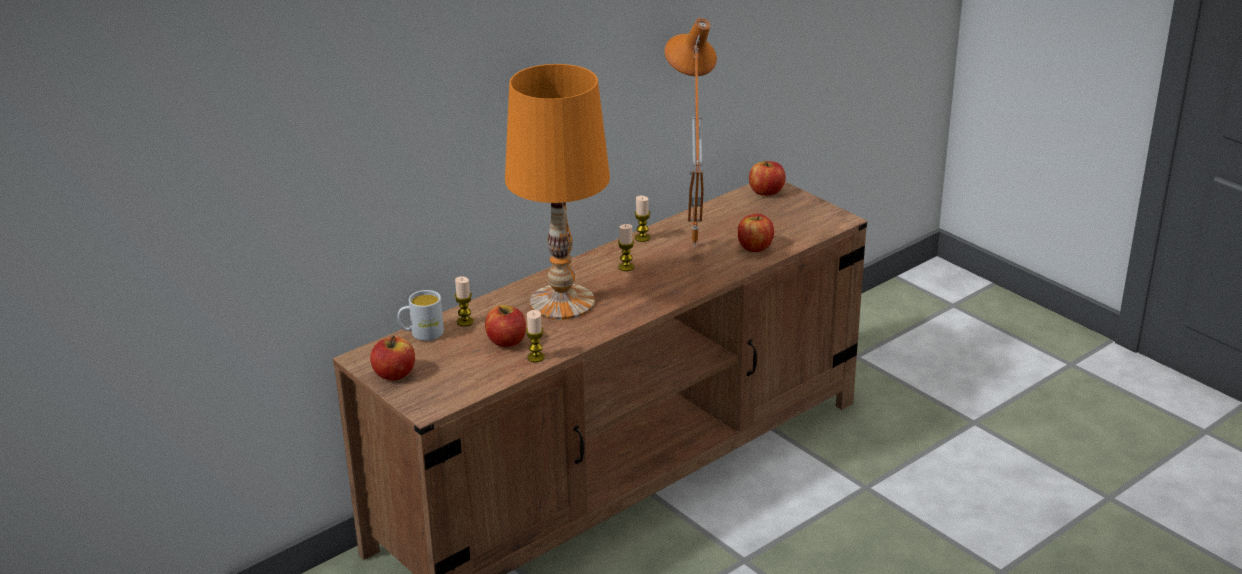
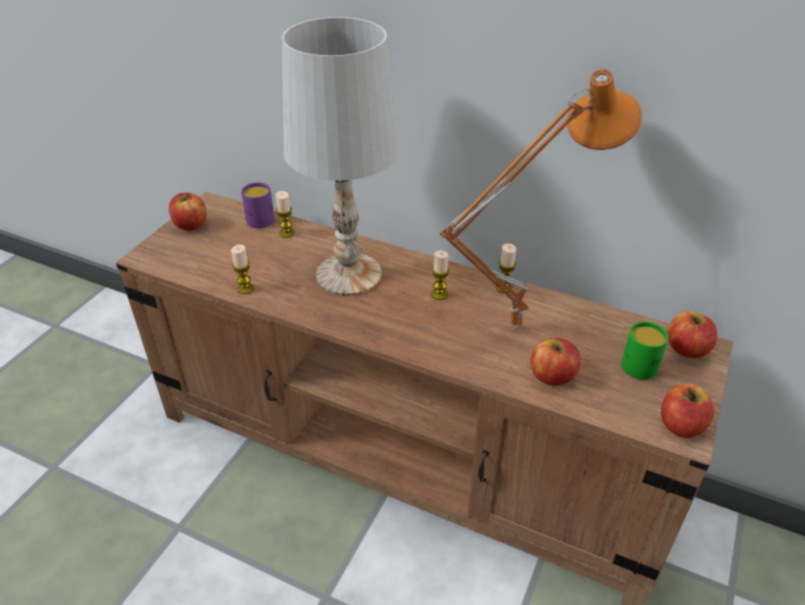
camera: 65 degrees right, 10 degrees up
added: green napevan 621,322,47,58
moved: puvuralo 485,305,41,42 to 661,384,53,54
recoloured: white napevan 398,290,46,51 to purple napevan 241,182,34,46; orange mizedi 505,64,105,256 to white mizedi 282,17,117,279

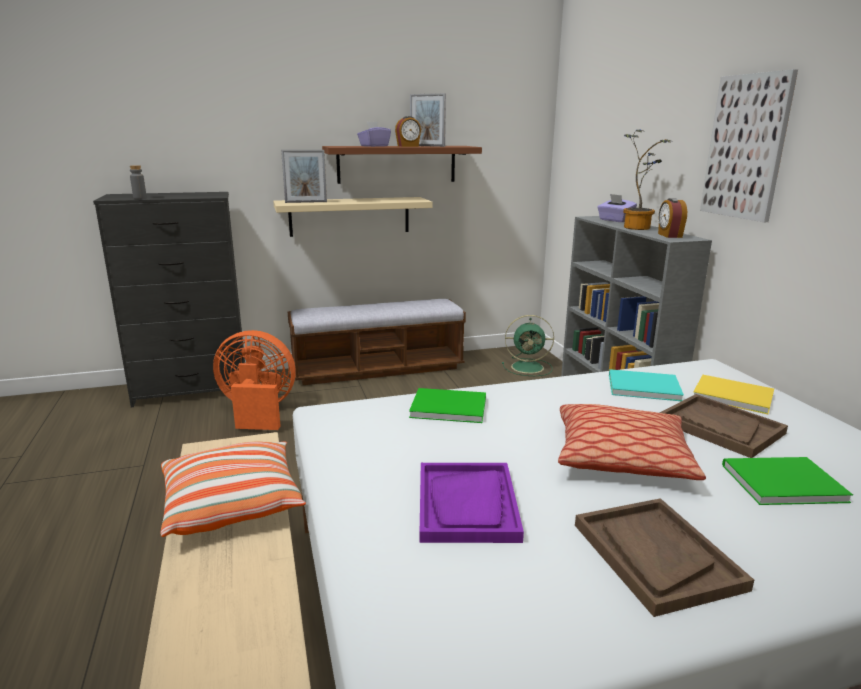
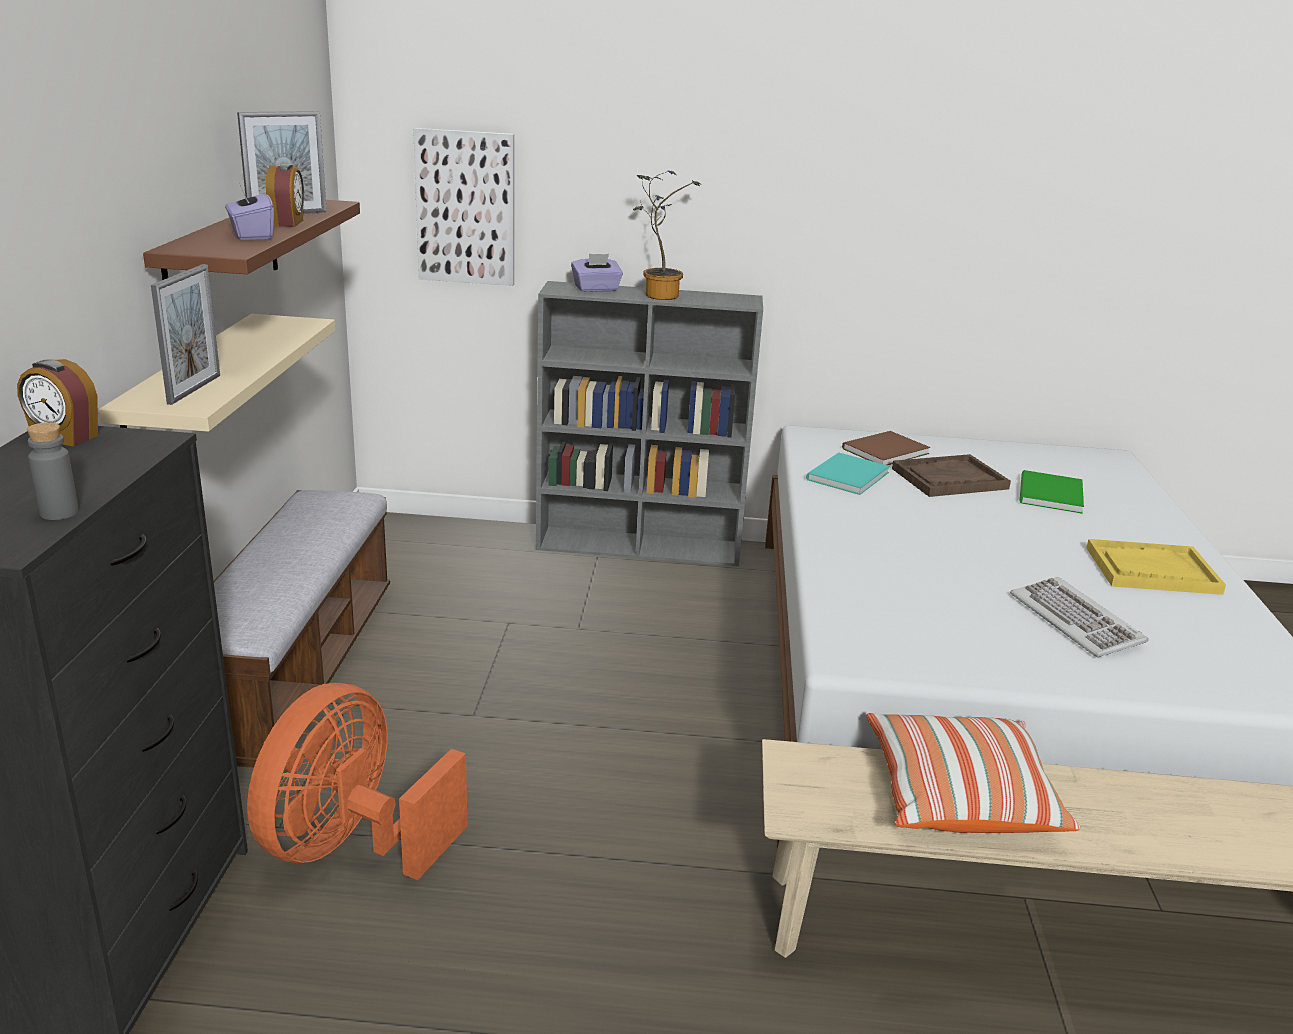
camera: 70 degrees left, 5 degrees up
removed: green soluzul 409,388,77,35; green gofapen 502,315,52,61; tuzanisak 558,404,148,76
moved: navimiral 658,198,29,40 to 17,359,81,87; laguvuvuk 700,69,98,153 to 413,128,101,158
replaced: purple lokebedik 420,463,104,80 to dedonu 1010,577,138,80
recoloured: brown lokebedik 575,498,179,119 to yellow lokebedik 1086,539,140,56; yellow soluzul 693,375,81,39 to brown soluzul 842,431,88,34

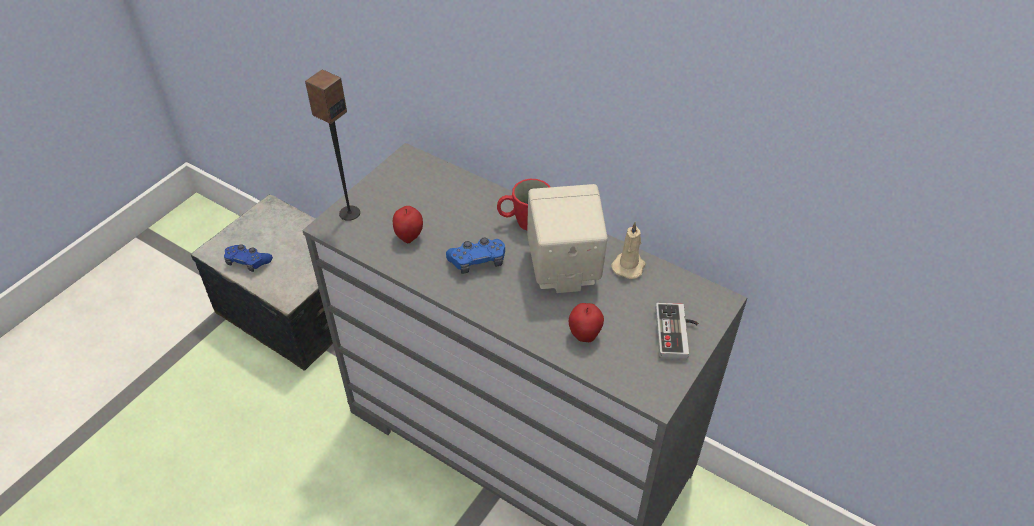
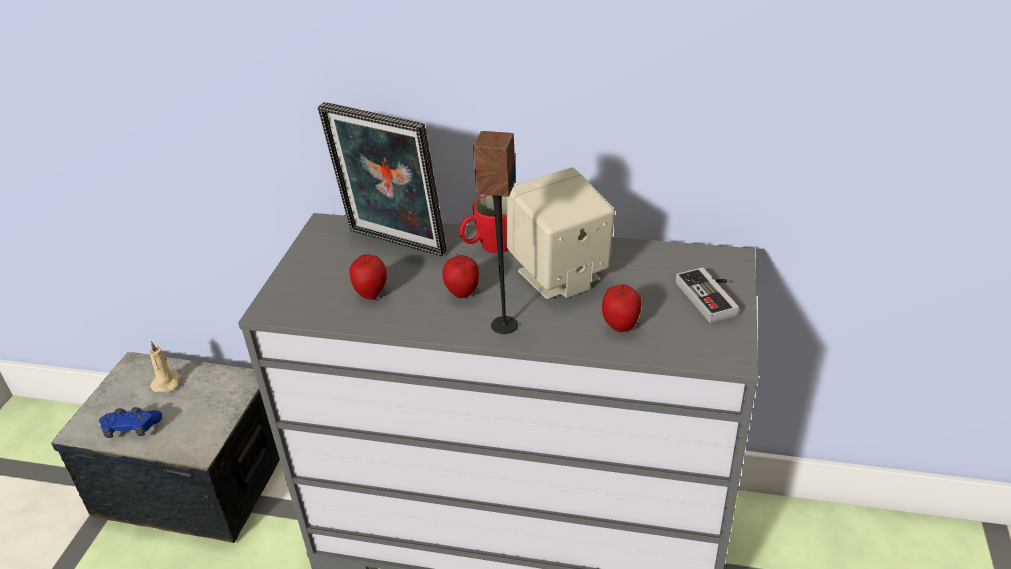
camera: 20 degrees left, 10 degrees down
added: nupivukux 318,102,129,155
moved: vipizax 305,69,55,152 to 473,131,45,203; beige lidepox 611,222,35,57 to 149,341,33,51
replaced: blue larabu 446,237,59,37 to puvuralo 442,253,37,45

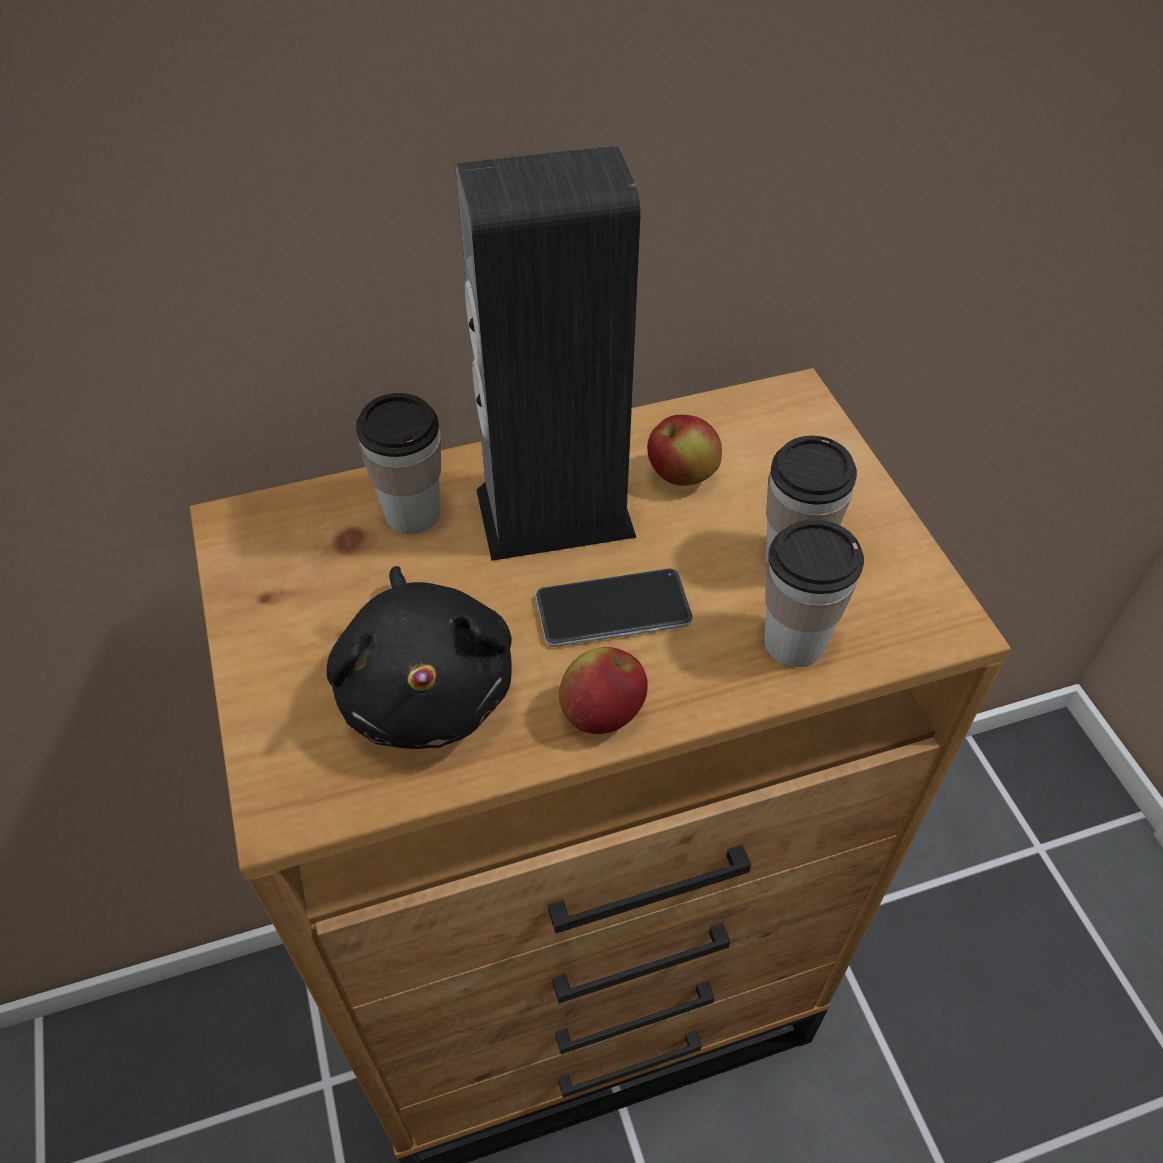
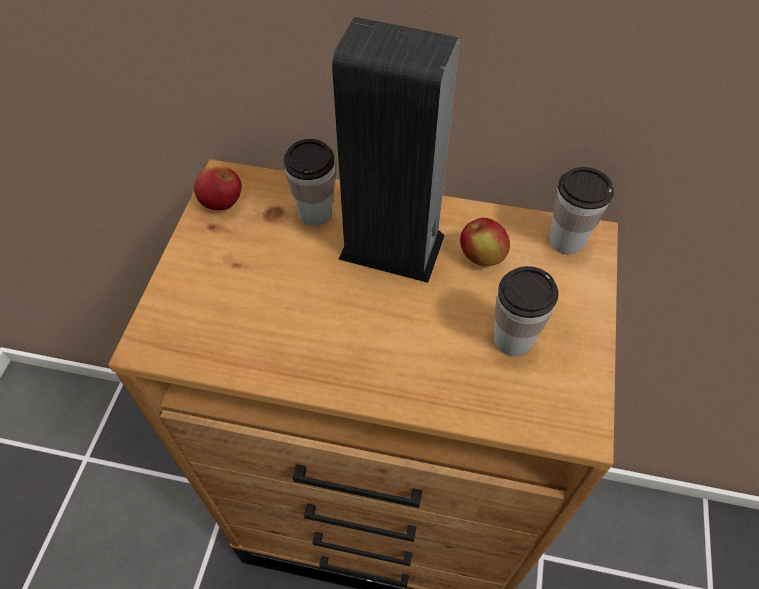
camera: 30 degrees right, 5 degrees up
removed: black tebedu 327,566,185,183; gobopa 536,568,156,79
moved: puvuralo 559,647,89,87 to 194,165,48,45; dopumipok 764,519,100,148 to 549,167,65,88

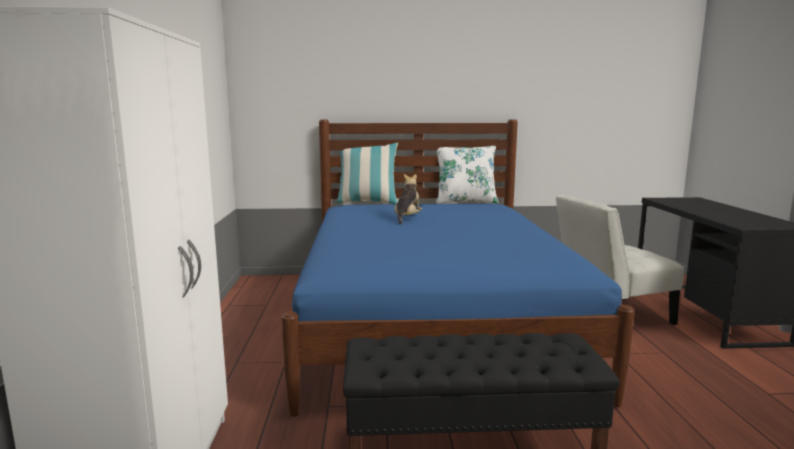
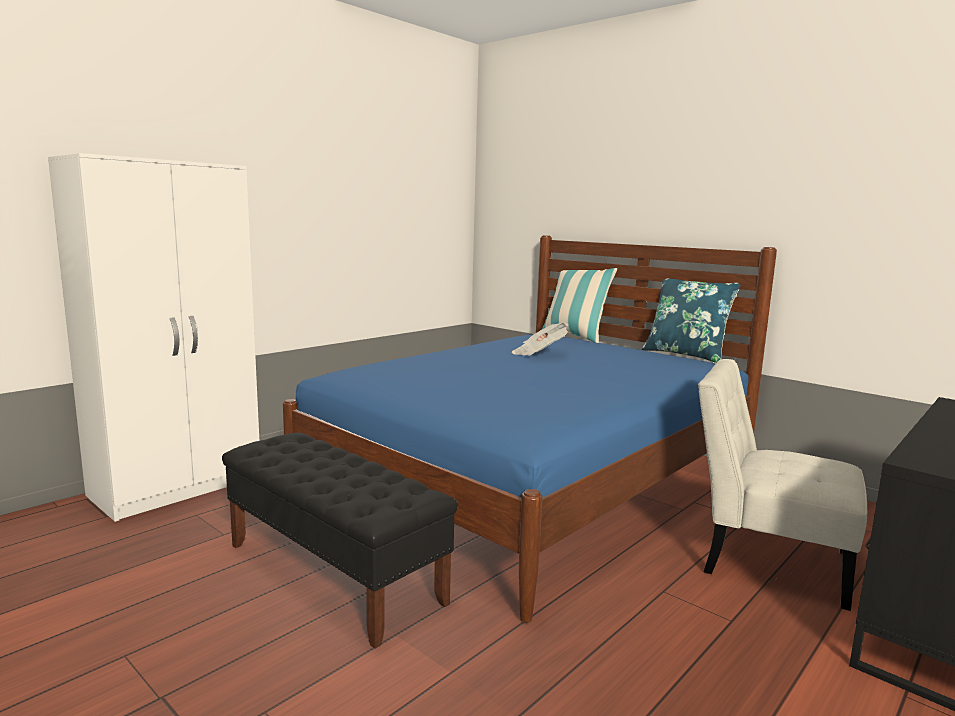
camera: 45 degrees right, 0 degrees up
replaced: tebedu 394,174,28,51 to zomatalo 512,323,56,33
recoloured: white tuzanisak 436,146,62,58 to blue tuzanisak 642,279,98,84

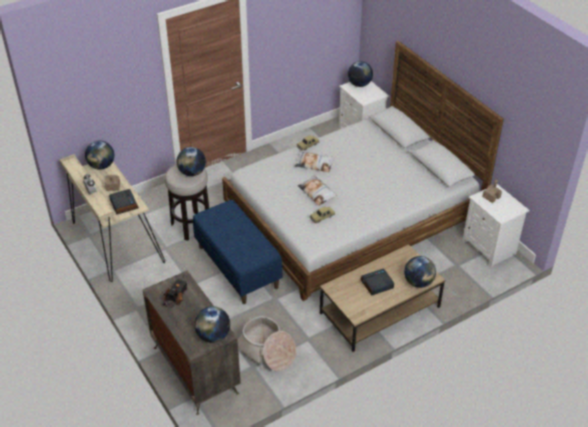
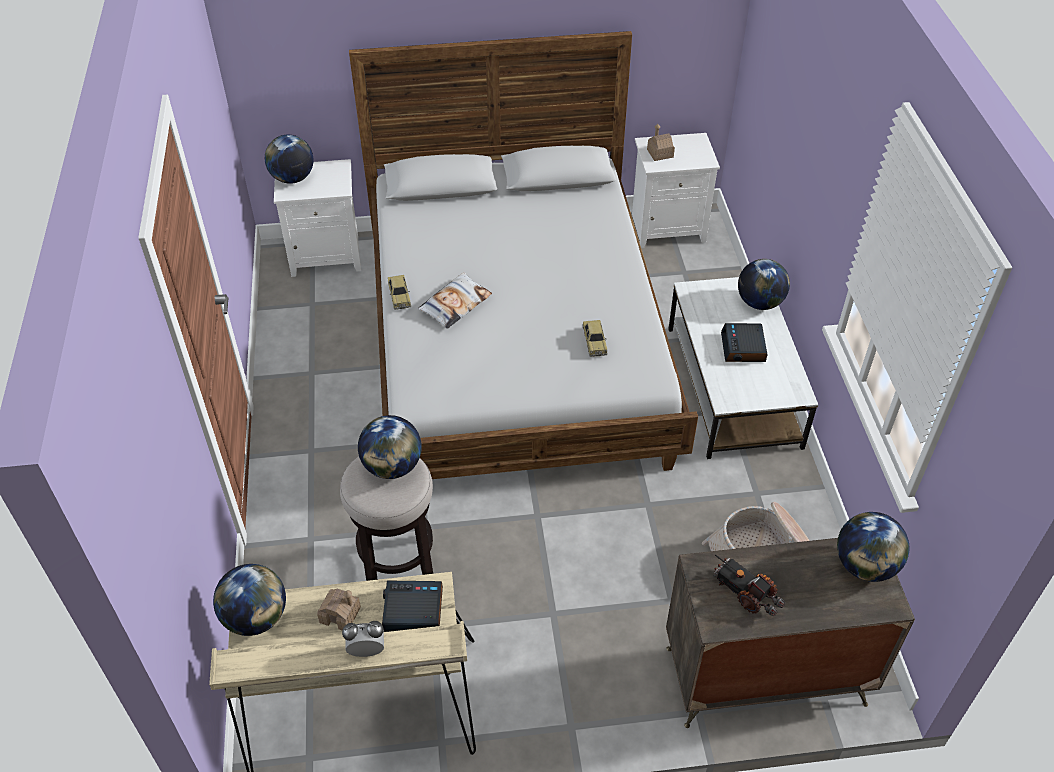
camera: 65 degrees left, 5 degrees up
removed: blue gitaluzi 193,200,89,104; tuzanisak 298,176,39,30
recoloured: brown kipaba 320,244,125,108 to white kipaba 668,277,150,182

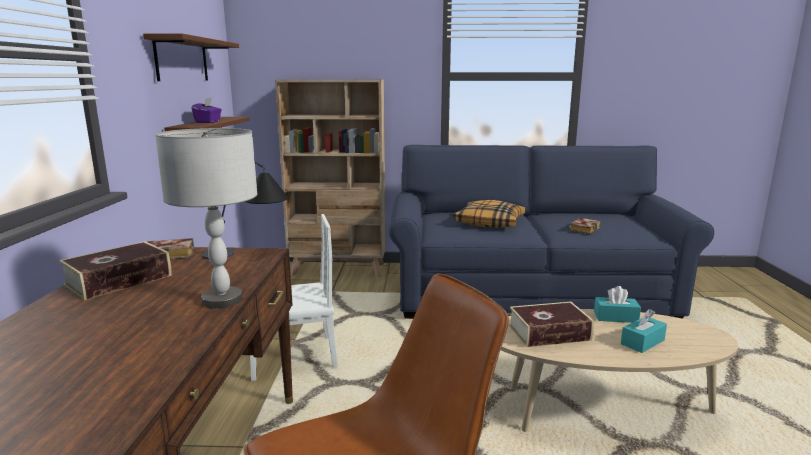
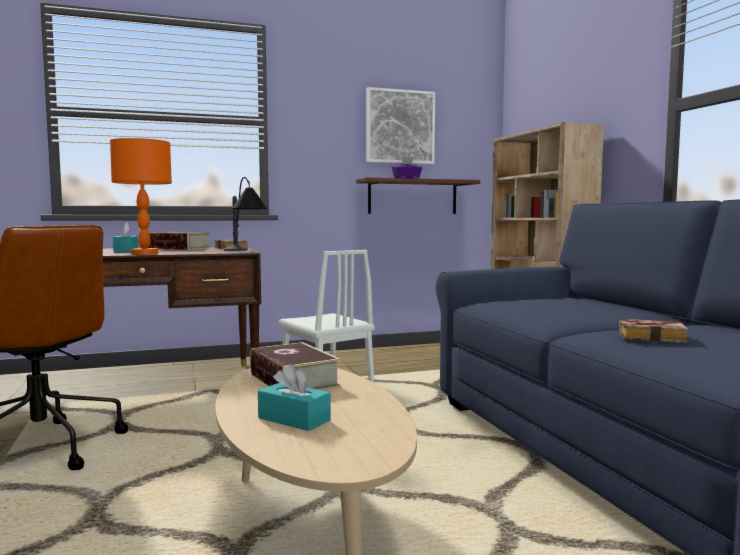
camera: 70 degrees right, 10 degrees down
removed: tuzanisak 453,200,73,28
moved: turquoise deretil 594,286,47,37 to 113,222,25,30
replaced: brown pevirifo 143,34,96,47 to laguvuvuk 366,87,69,77
recoloured: grey mizedi 155,128,102,181 to orange mizedi 110,138,62,117

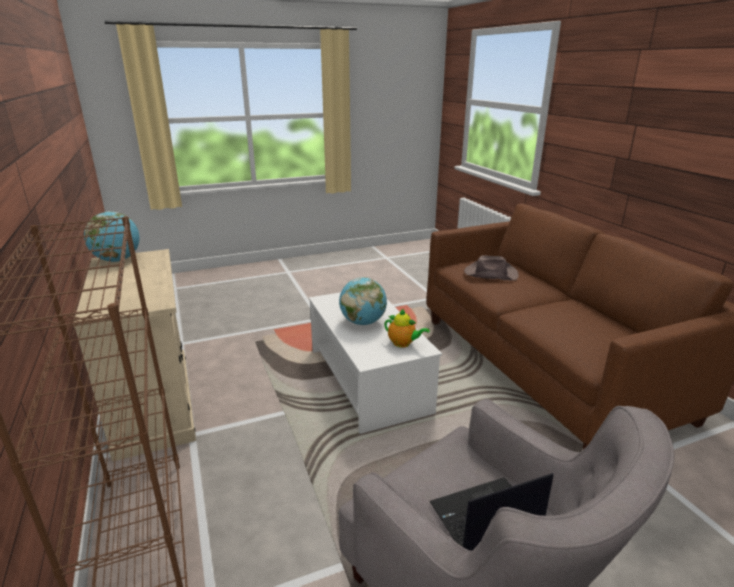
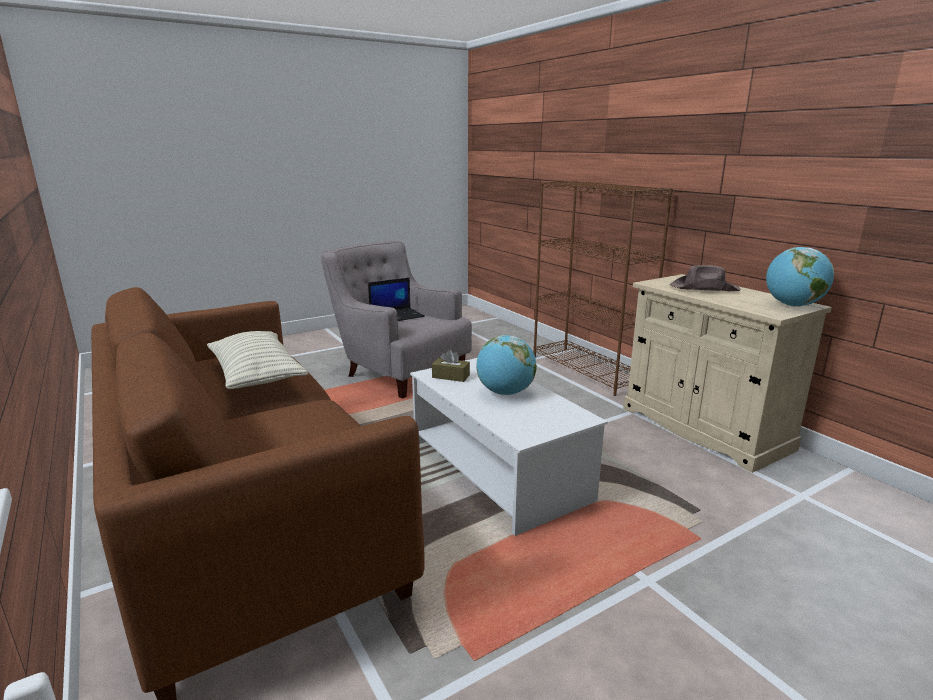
camera: 170 degrees right, 5 degrees down
added: tuzanisak 207,331,101,58
moved: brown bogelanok 464,255,55,26 to 669,265,72,26
replaced: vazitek 384,309,46,39 to brown deretil 432,350,38,32

